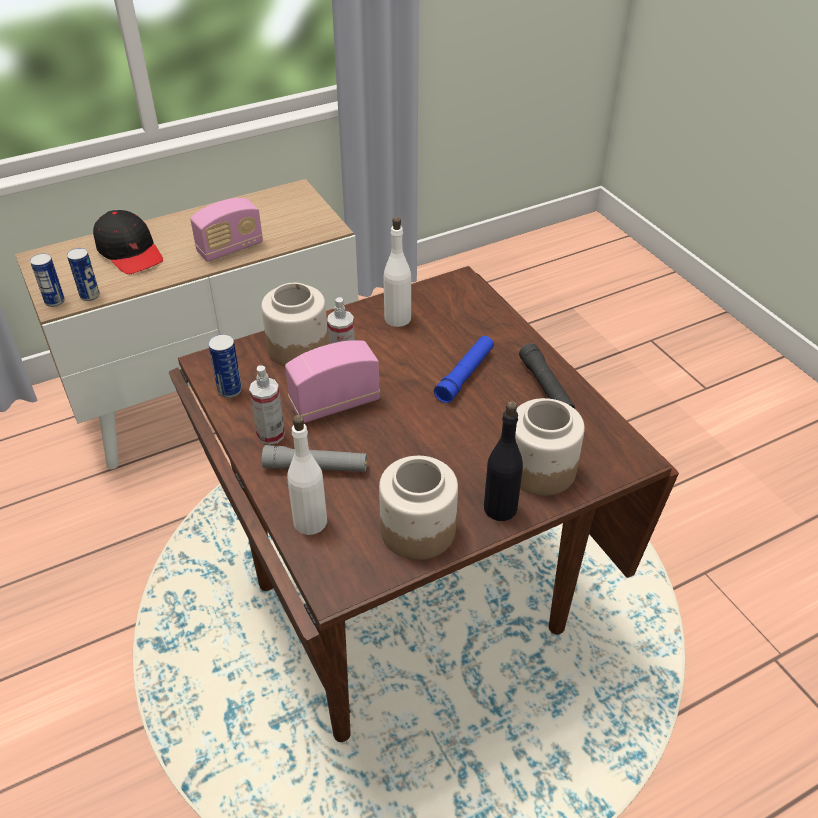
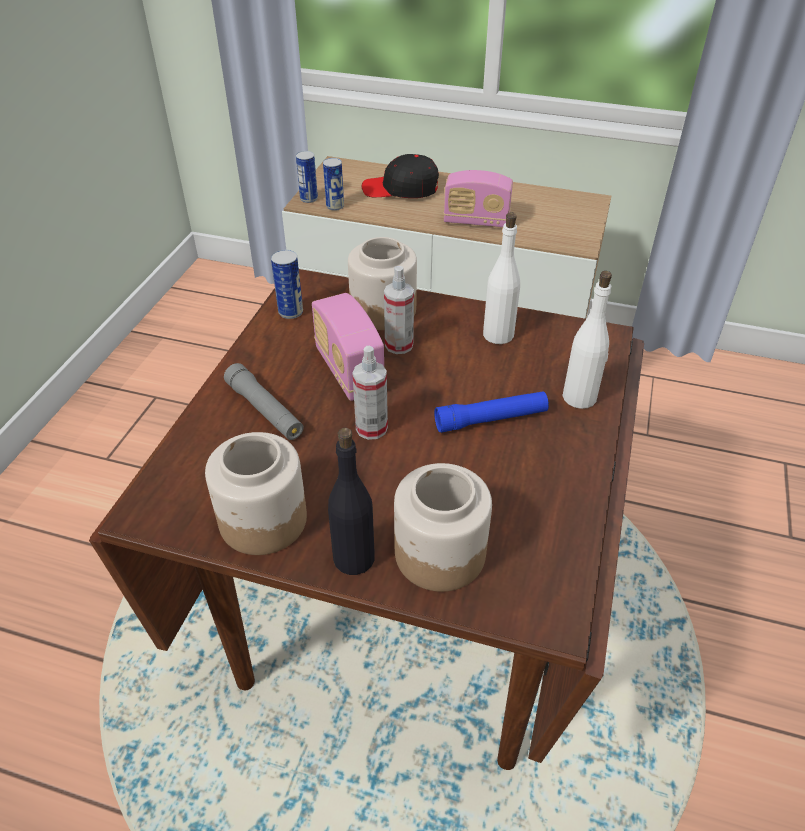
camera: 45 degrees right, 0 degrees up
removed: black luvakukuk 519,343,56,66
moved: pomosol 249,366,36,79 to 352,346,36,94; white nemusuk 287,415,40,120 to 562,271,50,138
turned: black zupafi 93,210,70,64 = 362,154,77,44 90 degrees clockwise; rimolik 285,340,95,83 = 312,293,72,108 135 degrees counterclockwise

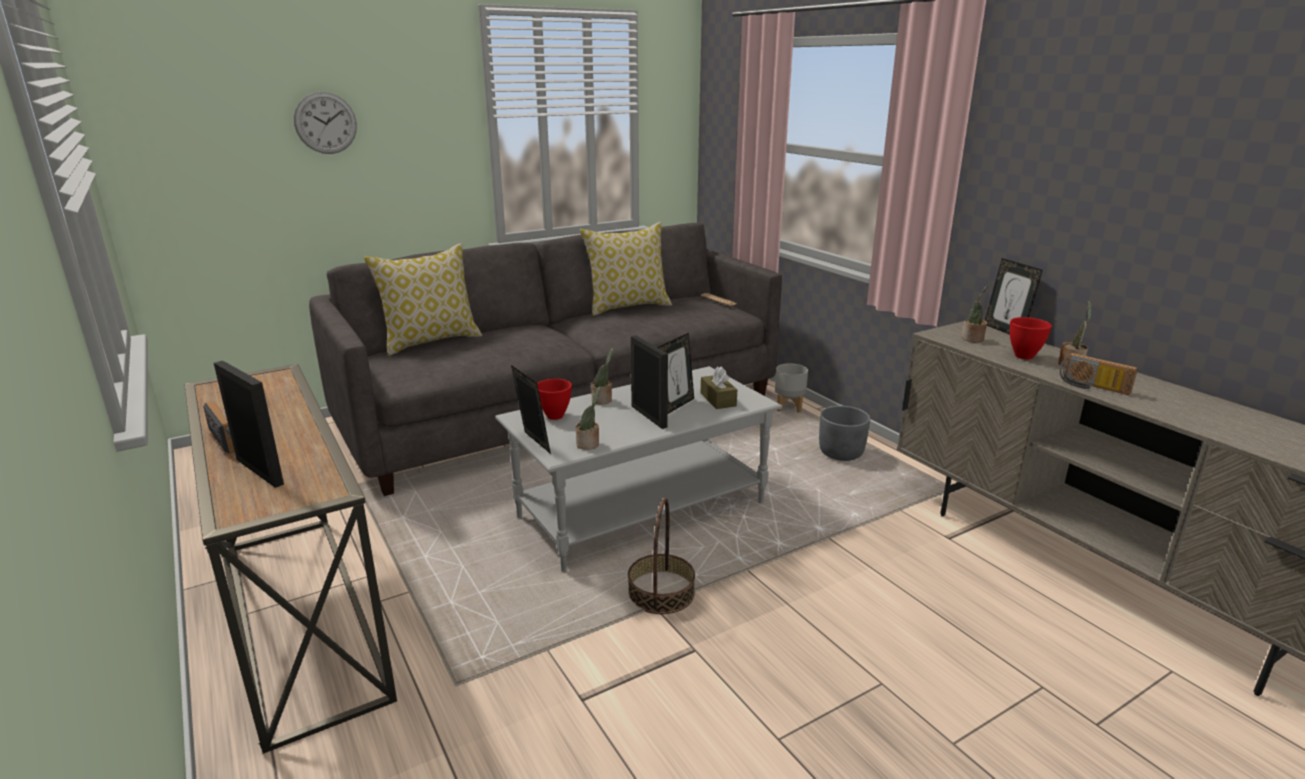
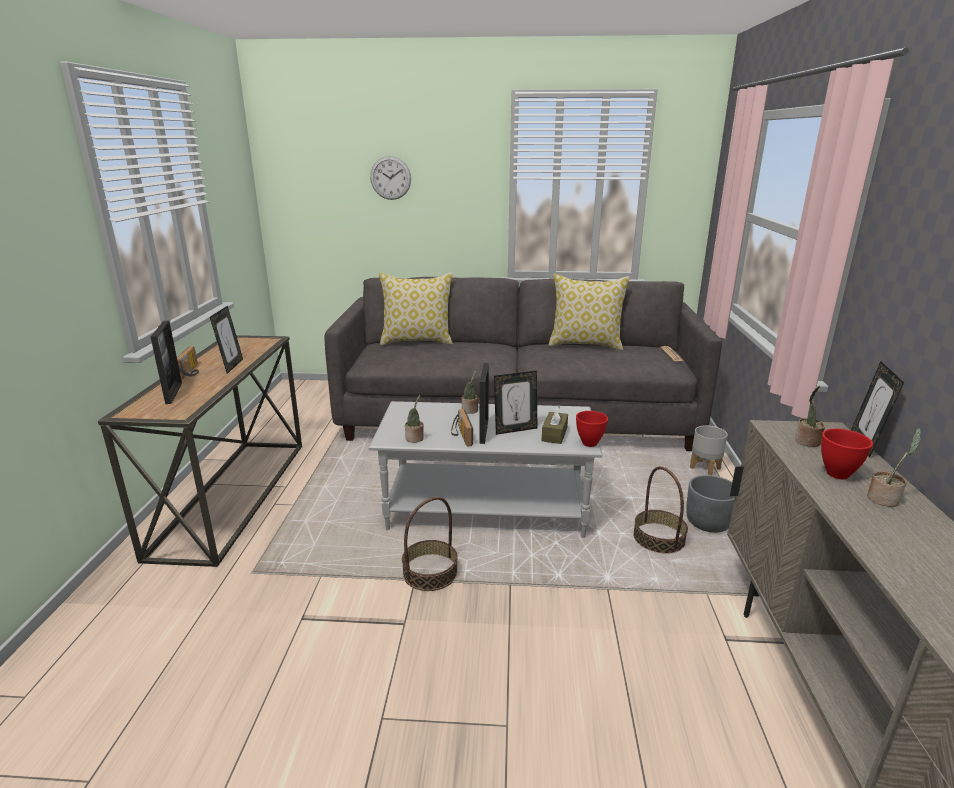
camera: 35 degrees right, 0 degrees up
added: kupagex 633,466,55,88
moved: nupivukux 511,365,40,89 to 210,305,33,69; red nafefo 537,379,35,41 to 576,411,32,36; rimolik 1059,353,79,42 to 451,409,22,38

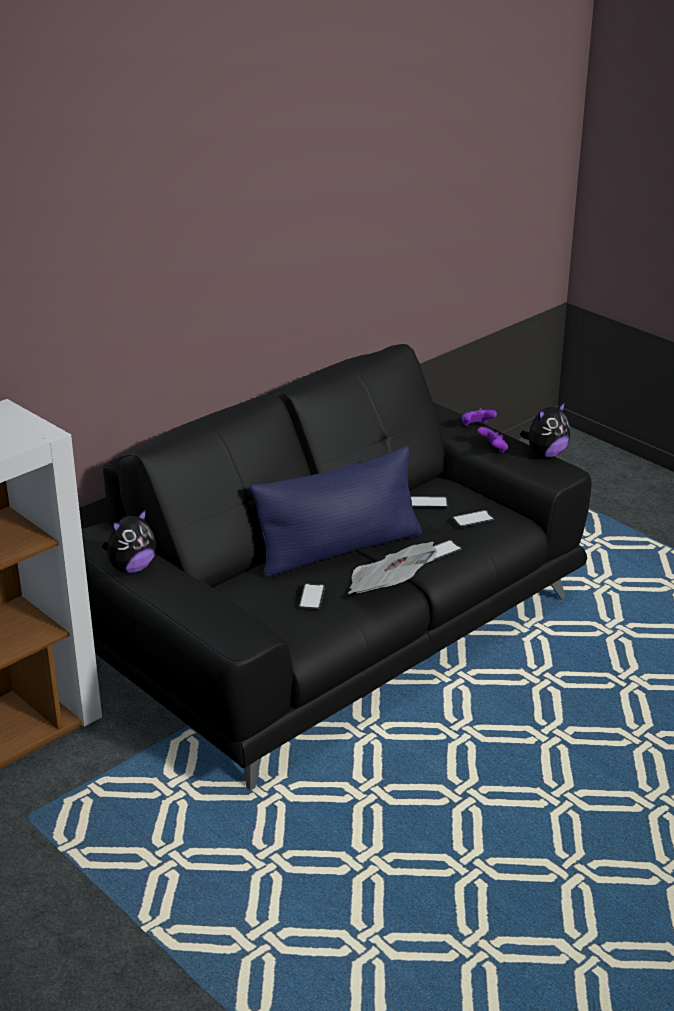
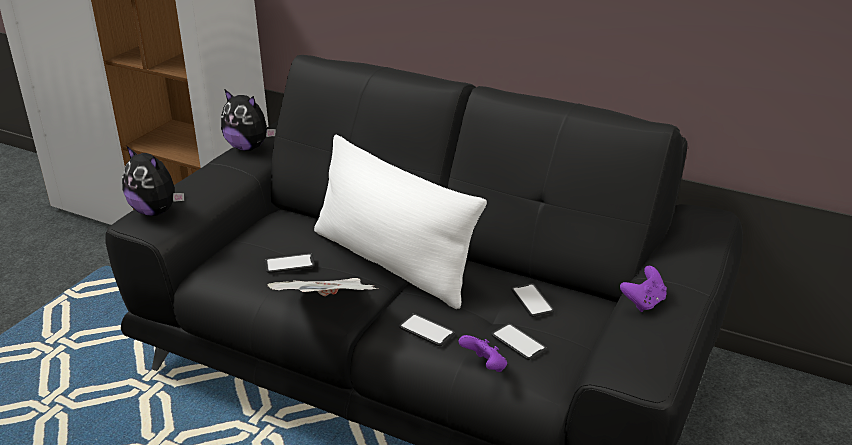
camera: 70 degrees right, 0 degrees up
moved: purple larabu 462,408,35,18 to 458,335,49,37; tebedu 520,401,50,57 to 122,146,62,70
recoloured: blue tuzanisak 250,446,172,132 to white tuzanisak 314,134,173,175

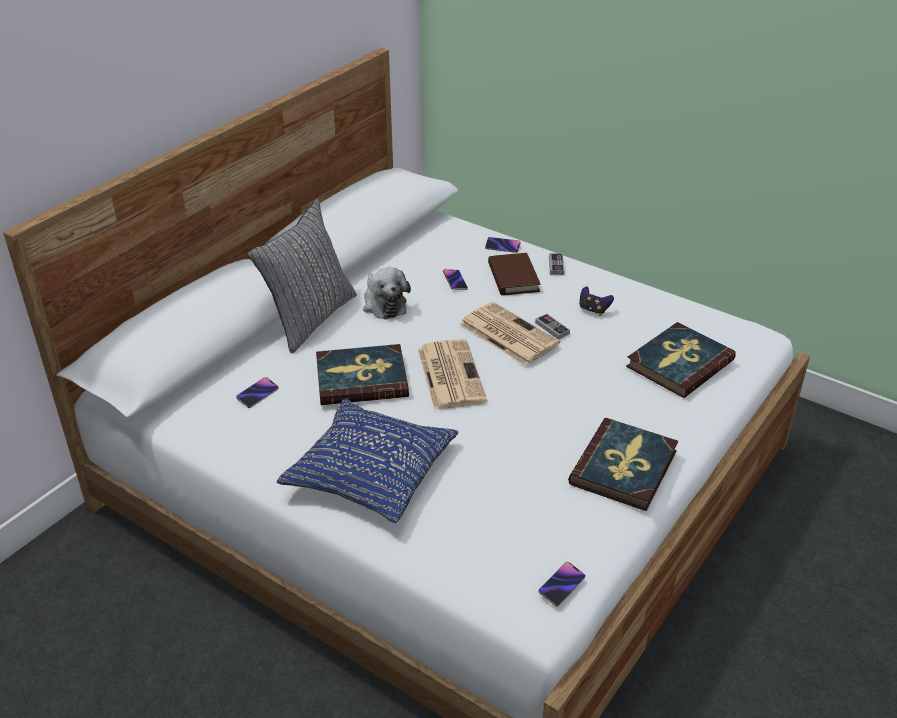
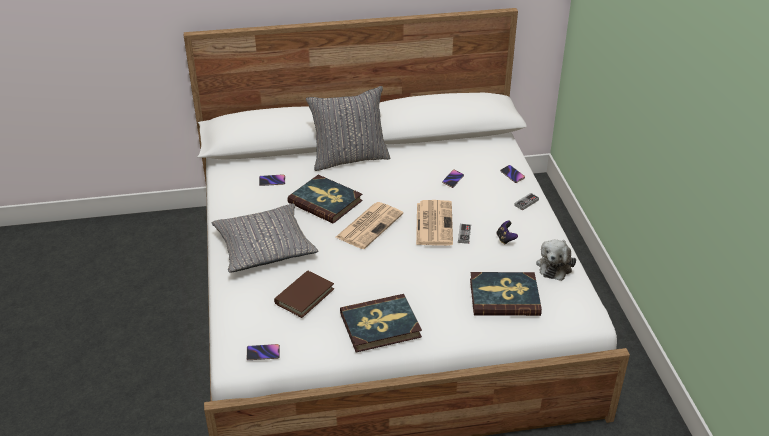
camera: 45 degrees right, 0 degrees up
moved: tebedu 363,267,48,52 to 536,240,40,41; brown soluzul 488,253,53,42 to 274,271,60,47
recoloured: blue tuzanisak 277,399,181,124 to grey tuzanisak 212,204,107,68

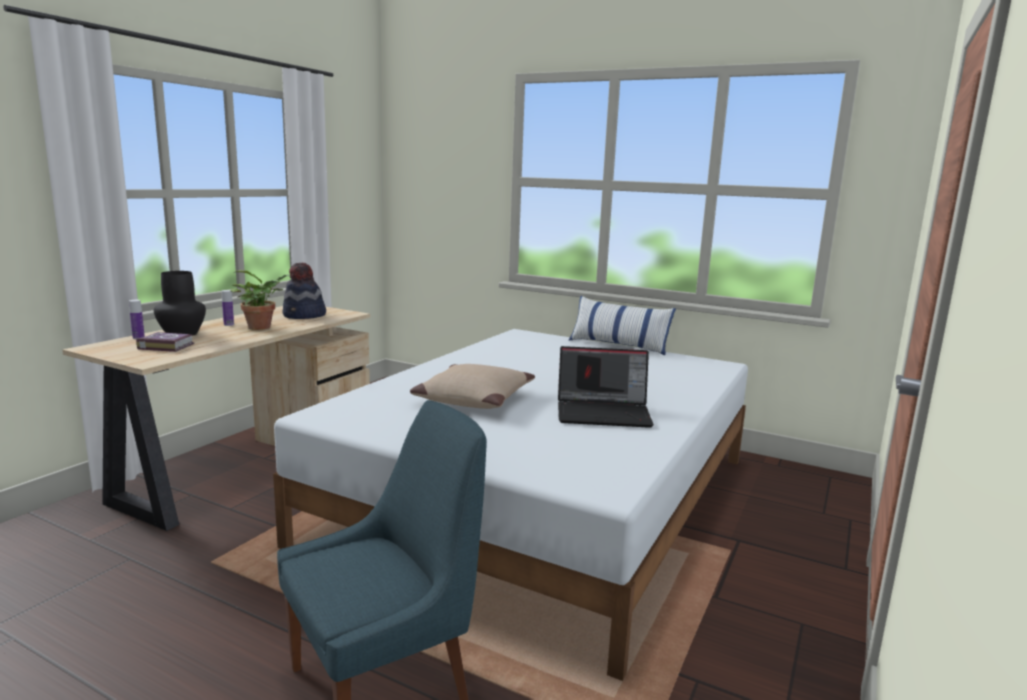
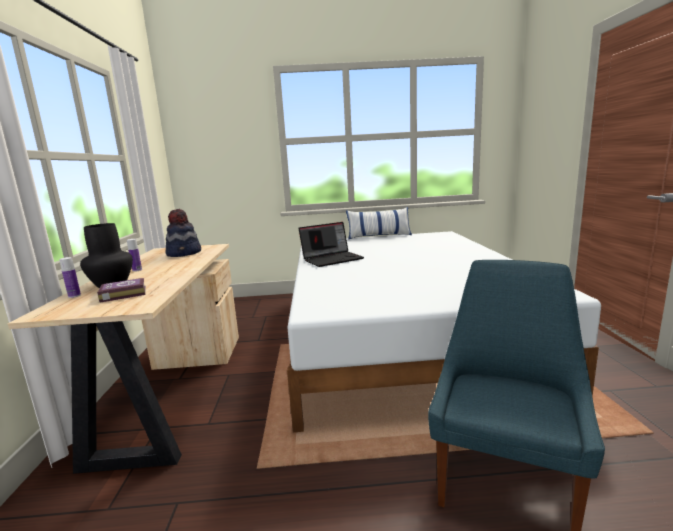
camera: 30 degrees left, 0 degrees up
removed: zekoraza 230,270,61,60; beige tuzanisak 410,364,125,45
moved: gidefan 558,346,96,82 to 298,222,66,45

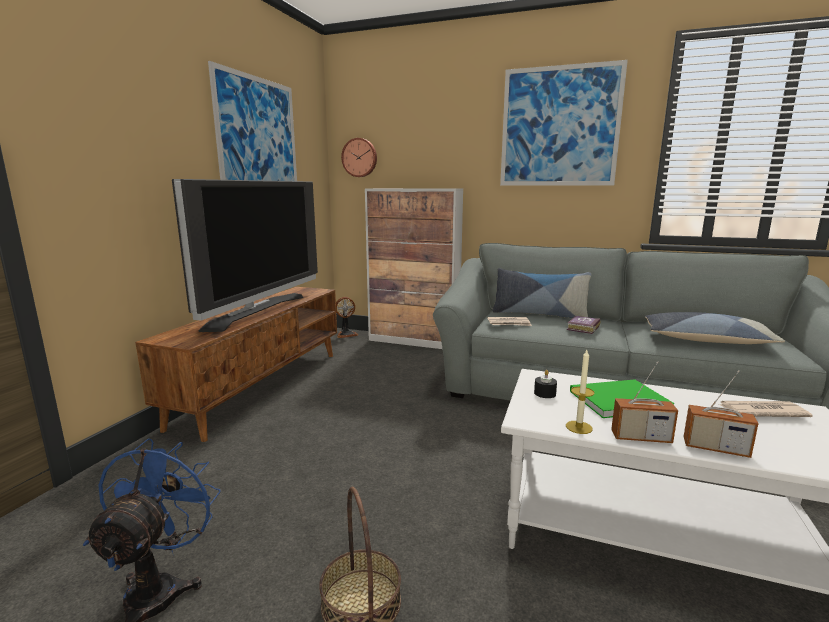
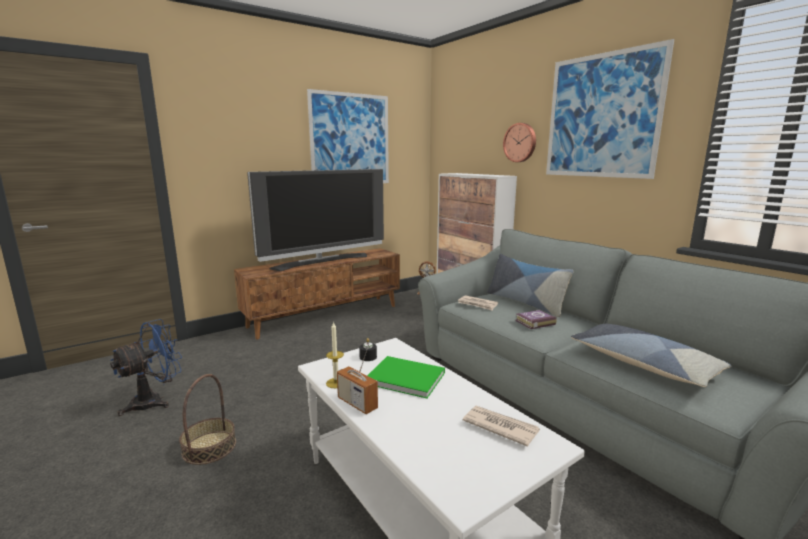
camera: 35 degrees right, 0 degrees up
removed: rimolik 684,370,74,88
moved: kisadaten 341,138,36,39 to 503,123,33,39

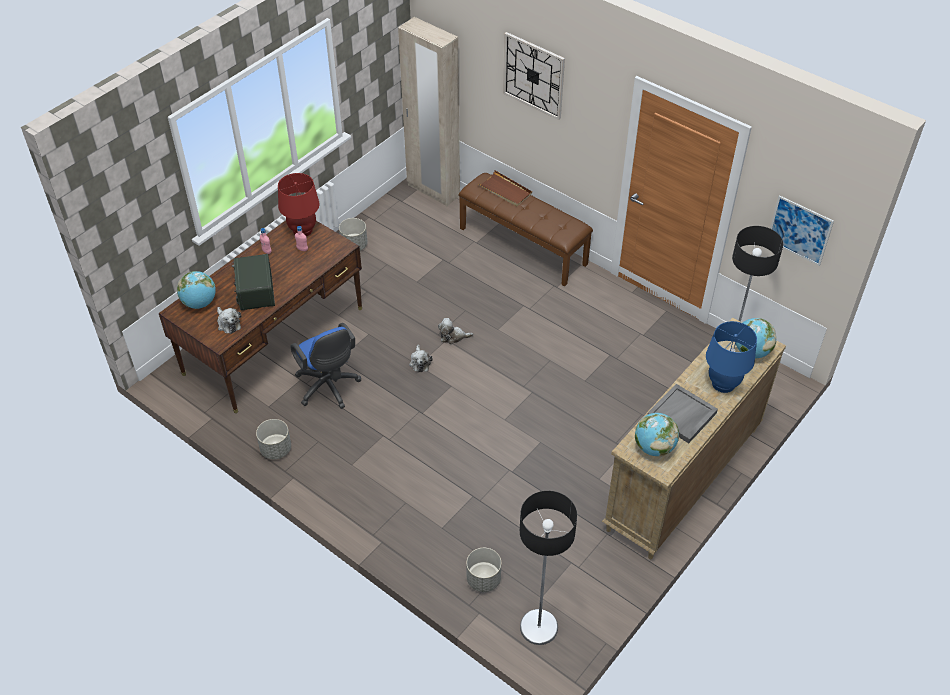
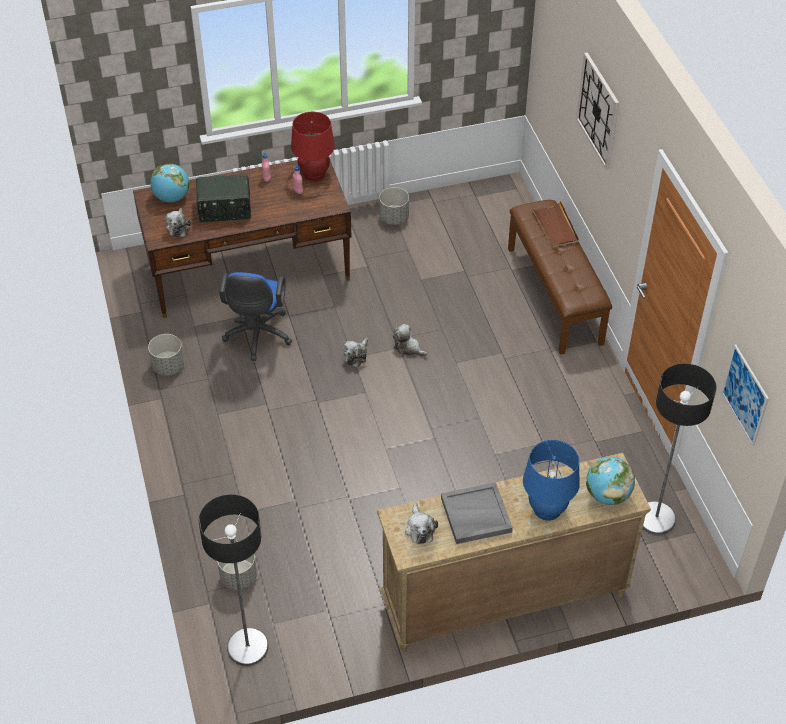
camera: 35 degrees right, 0 degrees up
removed: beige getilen 398,17,62,189
replaced: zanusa 635,413,44,43 to tebedu 405,502,33,42
turned: rimolik 232,254,43,57 = 196,174,55,49 120 degrees counterclockwise

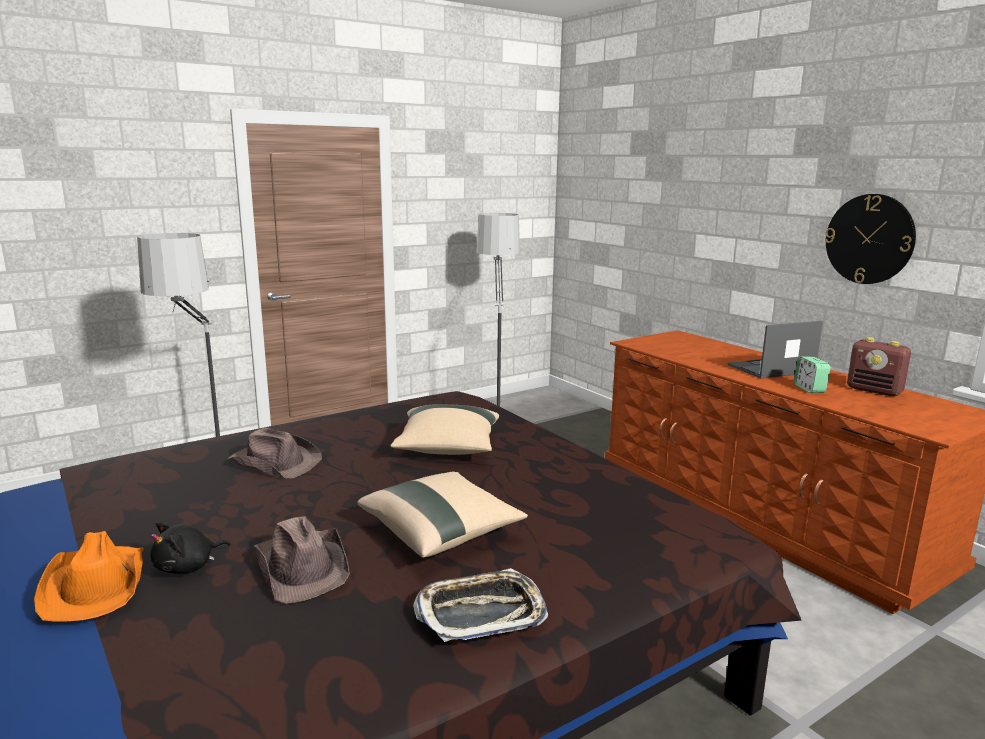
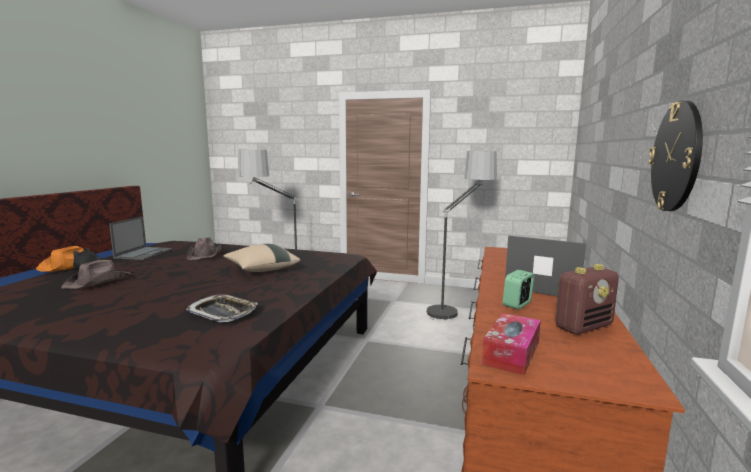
camera: 50 degrees right, 5 degrees down
removed: beige tuzanisak 357,472,171,86
added: gidefan 109,216,64,44; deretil 481,313,60,62
moved: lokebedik 413,568,135,74 to 186,294,72,28
turned: rimolik 847,337,64,59 = 555,264,64,70 120 degrees counterclockwise

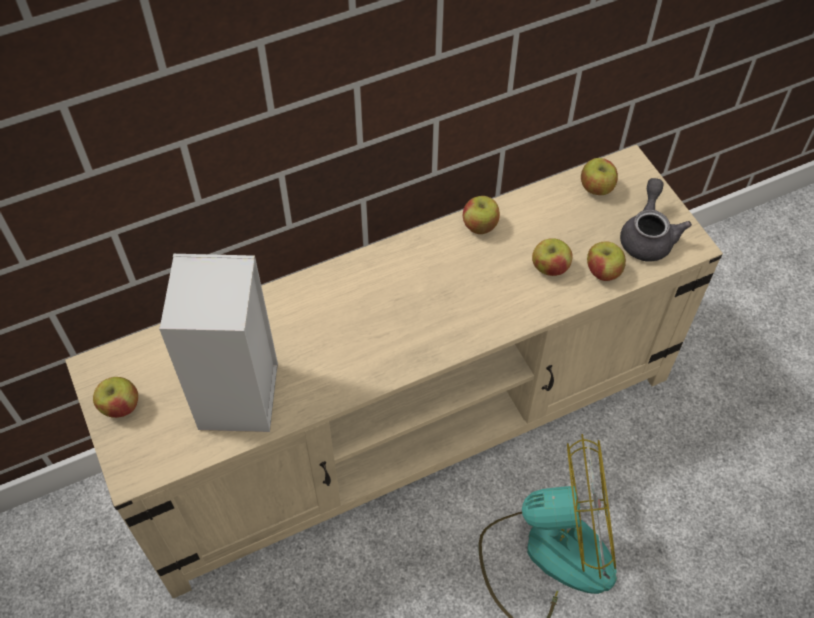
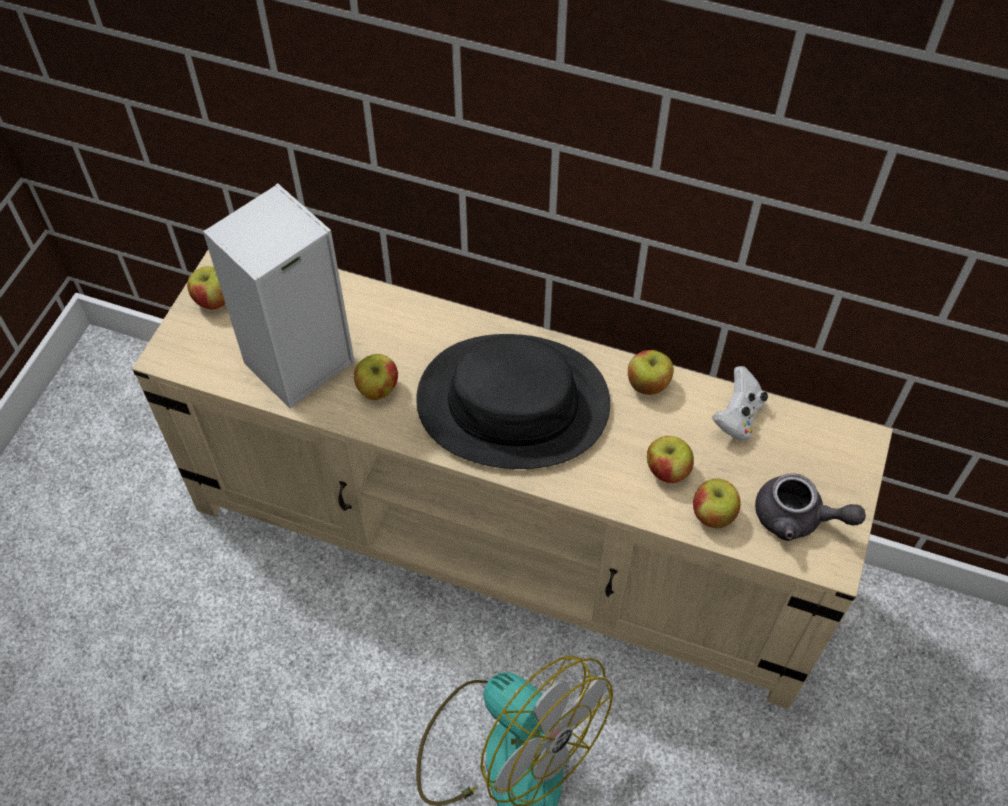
camera: 45 degrees right, 0 degrees up
added: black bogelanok 416,334,194,135; white larabu 712,366,56,75
moved: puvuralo 581,158,37,37 to 354,354,44,46
turned: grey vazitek 620,178,72,83 = 755,474,111,67 60 degrees clockwise

